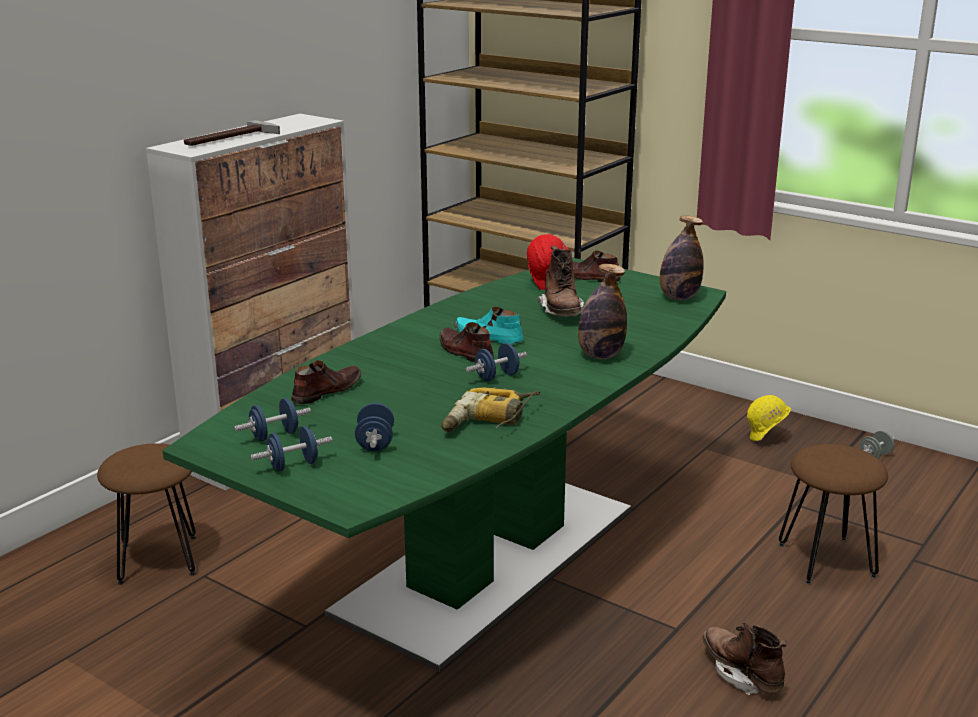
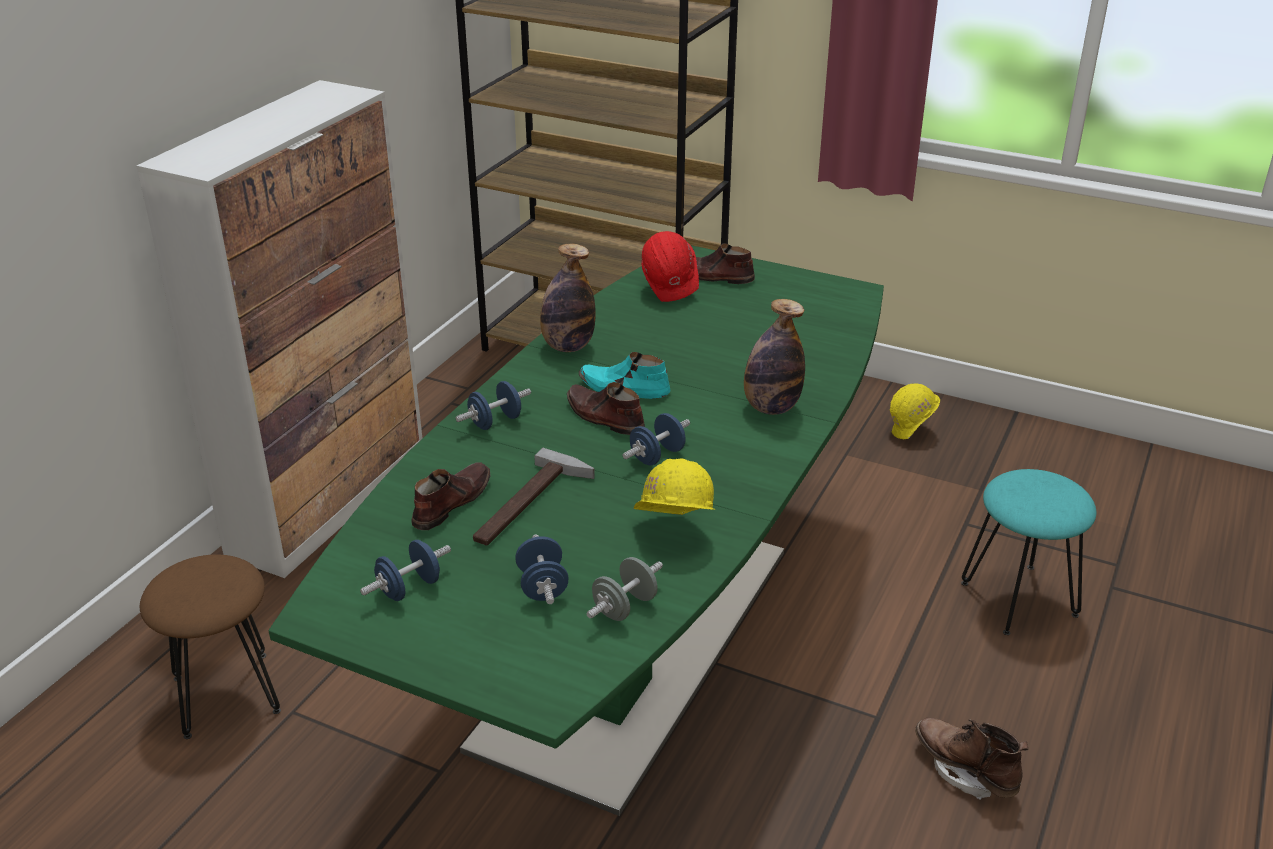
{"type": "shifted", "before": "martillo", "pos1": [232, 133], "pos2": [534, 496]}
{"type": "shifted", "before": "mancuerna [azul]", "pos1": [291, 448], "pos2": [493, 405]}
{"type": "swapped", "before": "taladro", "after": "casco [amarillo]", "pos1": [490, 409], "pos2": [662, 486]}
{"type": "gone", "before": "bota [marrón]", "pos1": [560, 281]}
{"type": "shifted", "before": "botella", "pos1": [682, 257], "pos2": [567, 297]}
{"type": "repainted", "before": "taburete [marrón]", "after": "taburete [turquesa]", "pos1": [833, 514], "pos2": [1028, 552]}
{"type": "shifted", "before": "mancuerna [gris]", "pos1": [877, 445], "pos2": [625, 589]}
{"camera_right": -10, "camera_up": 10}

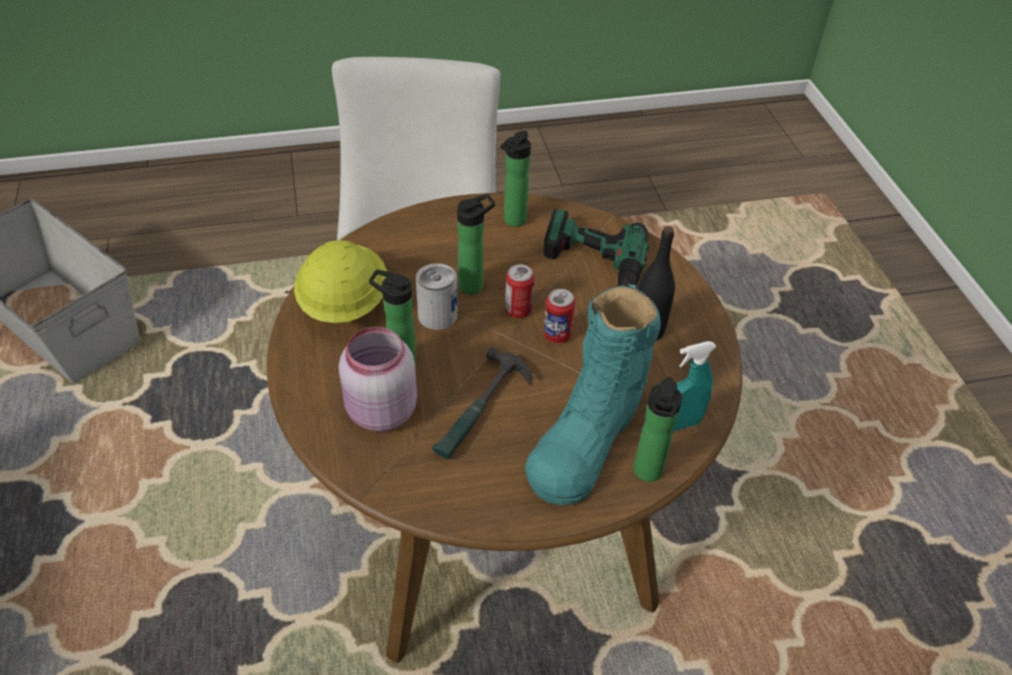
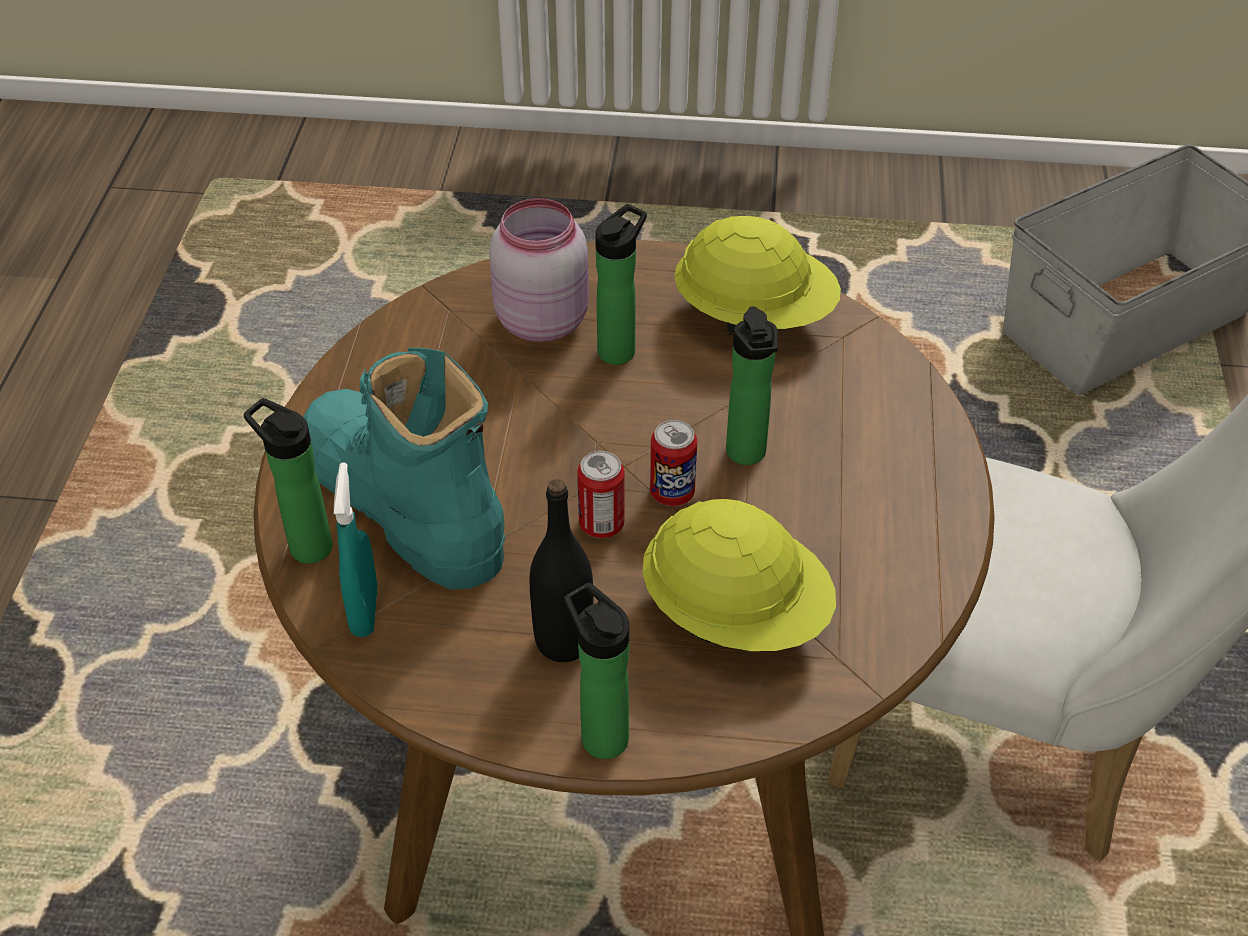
{"type": "gone", "before": "lata", "pos1": [437, 296]}
{"type": "gone", "before": "martillo", "pos1": [482, 403]}
{"type": "shifted", "before": "botella", "pos1": [515, 179], "pos2": [596, 671]}
{"type": "swapped", "before": "taladro", "after": "casco [amarillo]", "pos1": [596, 248], "pos2": [739, 575]}
{"camera_right": 110, "camera_up": 0}

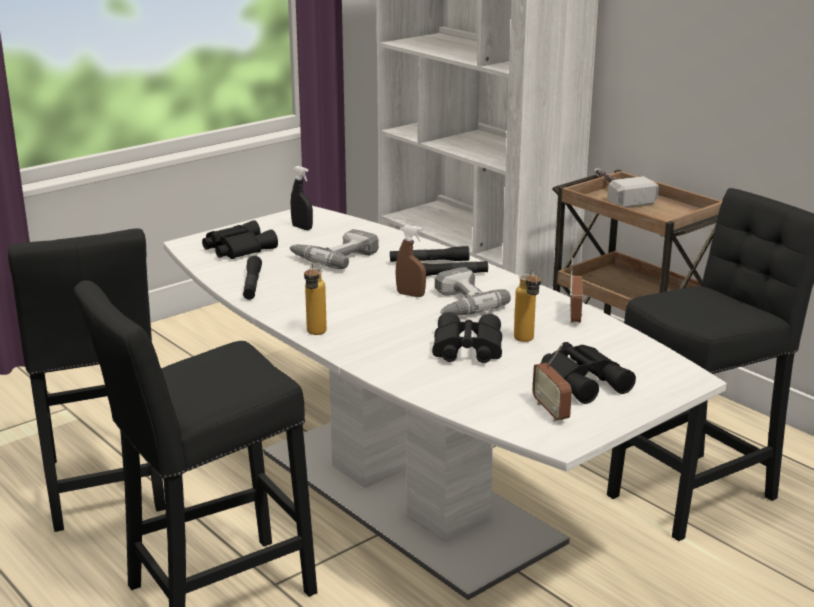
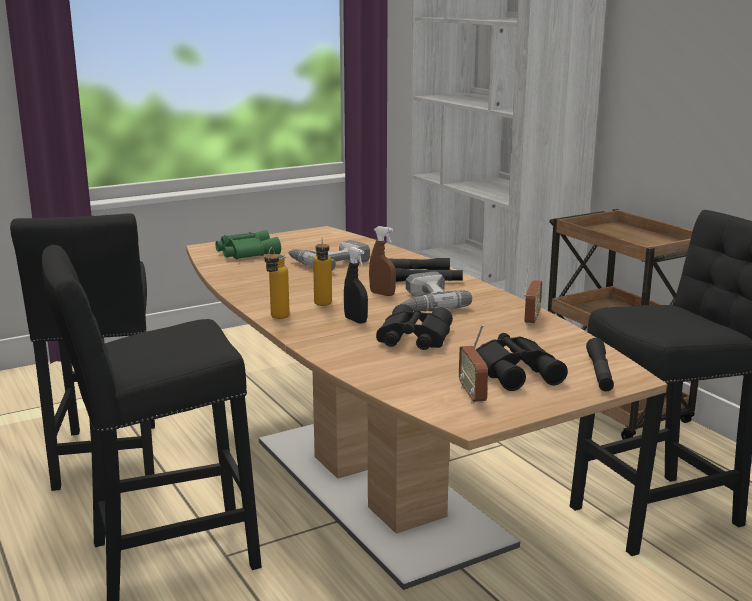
{"type": "repainted", "before": "mesa de comedor [blanco]", "after": "mesa de comedor [marrón]", "pos1": [444, 403], "pos2": [426, 408]}
{"type": "repainted", "before": "prismáticos [negro]", "after": "prismáticos [verde]", "pos1": [240, 239], "pos2": [248, 244]}
{"type": "shifted", "before": "linterna [negro]", "pos1": [252, 278], "pos2": [600, 364]}
{"type": "shifted", "before": "pulverizador [negro]", "pos1": [302, 198], "pos2": [356, 285]}
{"type": "shifted", "before": "botella", "pos1": [527, 305], "pos2": [322, 271]}
{"type": "gone", "before": "martillo", "pos1": [626, 188]}
{"camera_right": 10, "camera_up": -5}

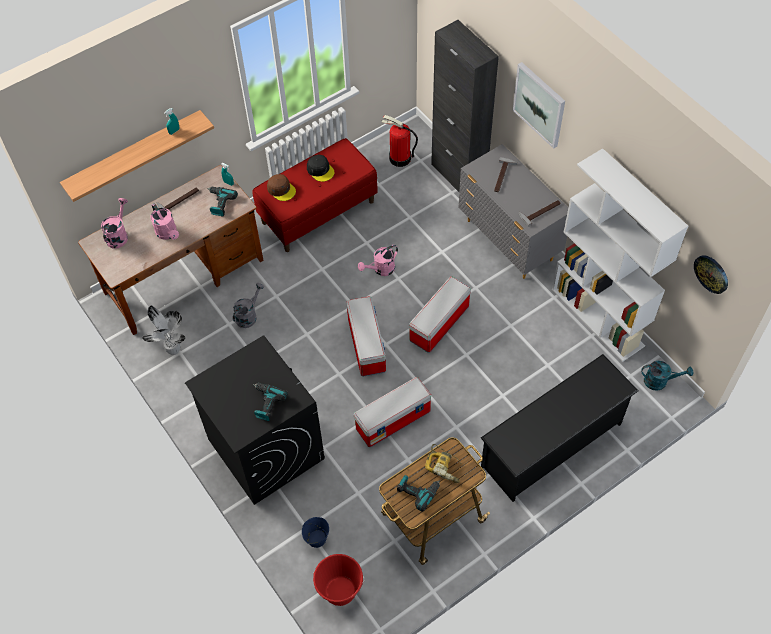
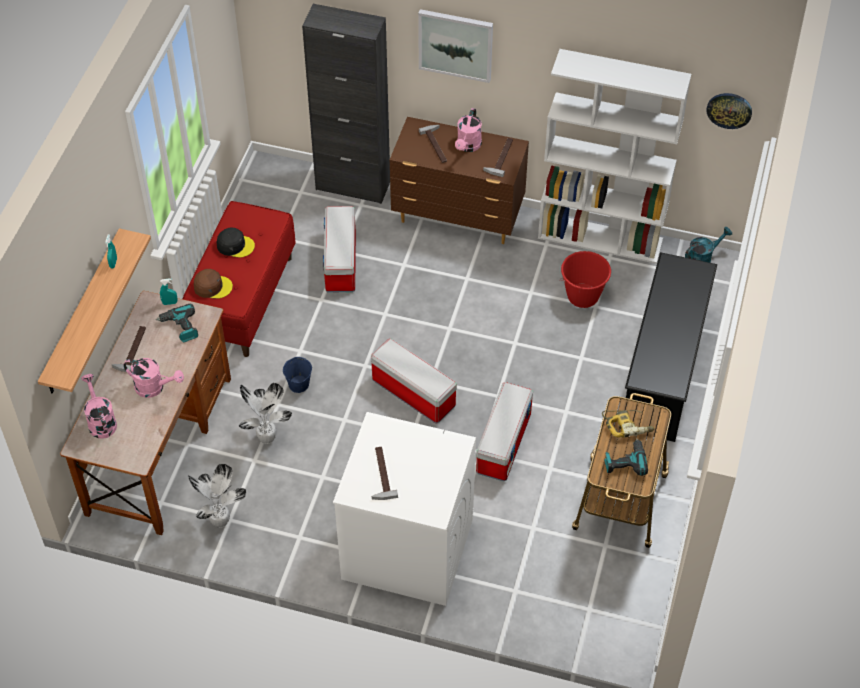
{"type": "repainted", "before": "lavadora [negro]", "after": "lavadora [blanco]", "pos1": [255, 420], "pos2": [404, 509]}
{"type": "swapped", "before": "regadera [gris]", "after": "planta en maceta", "pos1": [248, 305], "pos2": [265, 413]}
{"type": "gone", "before": "taladro", "pos1": [270, 402]}
{"type": "shifted", "before": "cubo [azul]", "pos1": [315, 532], "pos2": [297, 375]}
{"type": "shifted", "before": "cubo [rojo]", "pos1": [339, 580], "pos2": [585, 279]}
{"type": "shifted", "before": "regadera [rosa]", "pos1": [378, 260], "pos2": [468, 130]}
{"type": "gone", "before": "extintor", "pos1": [399, 141]}
{"type": "shifted", "before": "caja de almacenaje", "pos1": [440, 315], "pos2": [339, 249]}
{"type": "repainted", "before": "cómoda [gris]", "after": "cómoda [marrón]", "pos1": [513, 211], "pos2": [459, 180]}
{"type": "new", "after": "martillo", "pos2": [385, 473]}
{"camera_right": -40, "camera_up": -5}

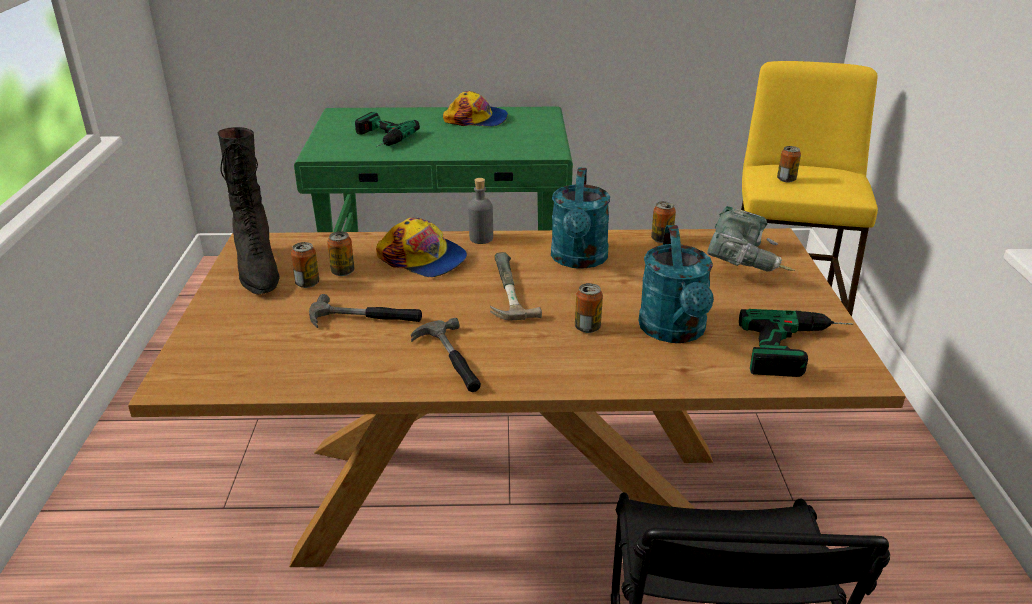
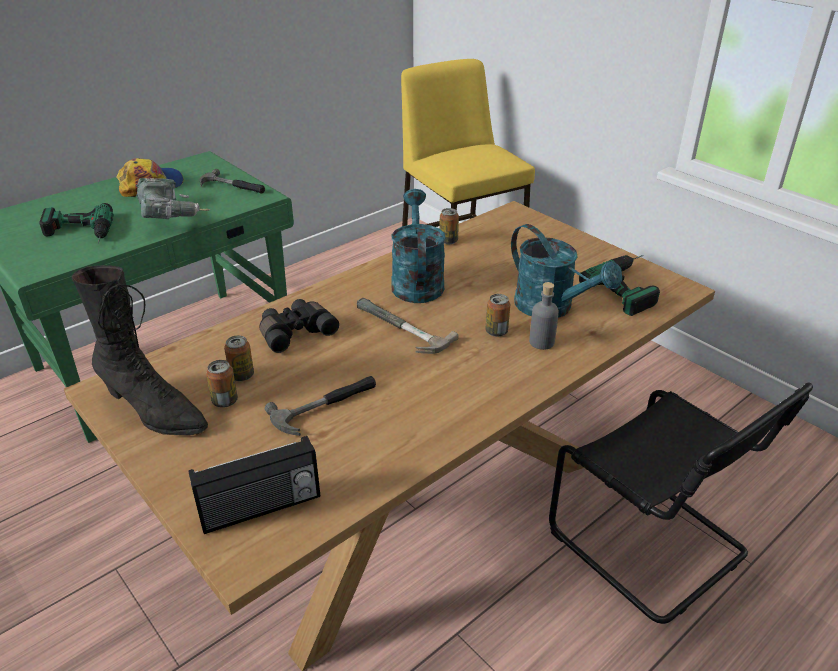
{"type": "swapped", "before": "gorra", "after": "prismáticos [negro]", "pos1": [421, 247], "pos2": [299, 326]}
{"type": "shifted", "before": "martillo", "pos1": [446, 355], "pos2": [232, 181]}
{"type": "shifted", "before": "botella [gris]", "pos1": [480, 211], "pos2": [544, 316]}
{"type": "rotated", "before": "regadera [turquesa]", "pos1": [580, 218], "pos2": [418, 246], "turn": -150}
{"type": "shifted", "before": "taladro", "pos1": [751, 238], "pos2": [173, 198]}
{"type": "gone", "before": "lata", "pos1": [789, 164]}
{"type": "new", "after": "radio", "pos2": [254, 485]}
{"camera_right": -40, "camera_up": 5}

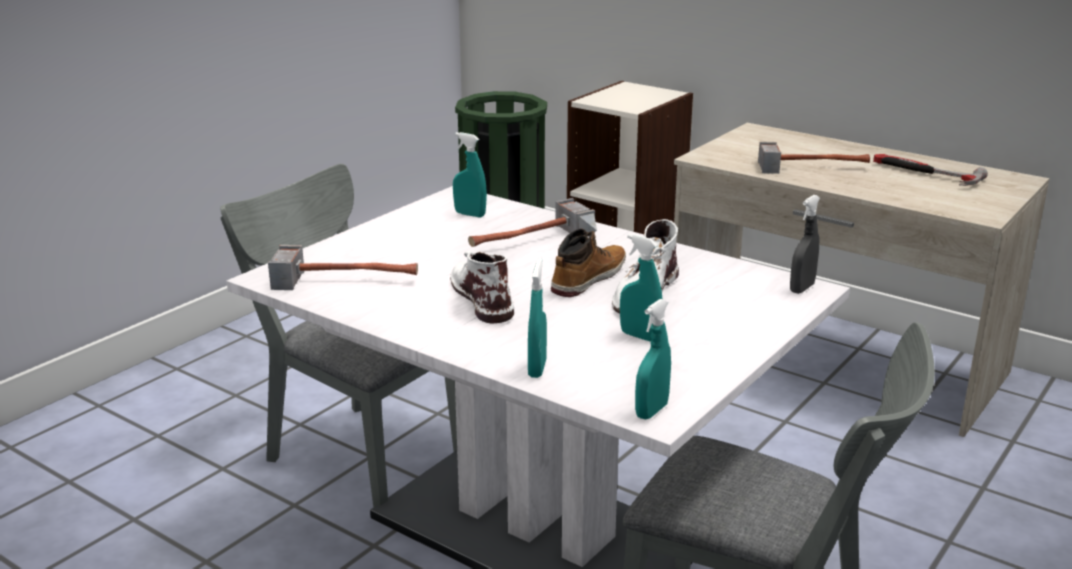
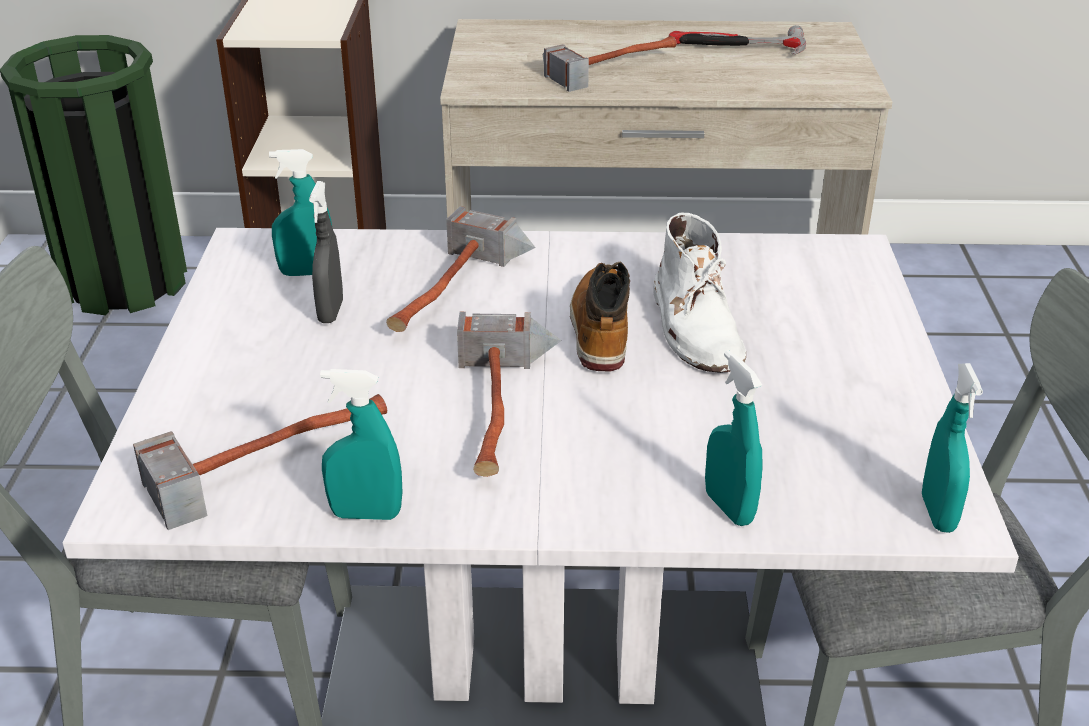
{"type": "swapped", "before": "bota [blanco]", "after": "martillo", "pos1": [482, 287], "pos2": [509, 394]}
{"type": "shifted", "before": "pulverizador [turquesa]", "pos1": [641, 288], "pos2": [361, 444]}
{"type": "shifted", "before": "pulverizador [gris]", "pos1": [805, 244], "pos2": [326, 252]}
{"camera_right": -35, "camera_up": 10}

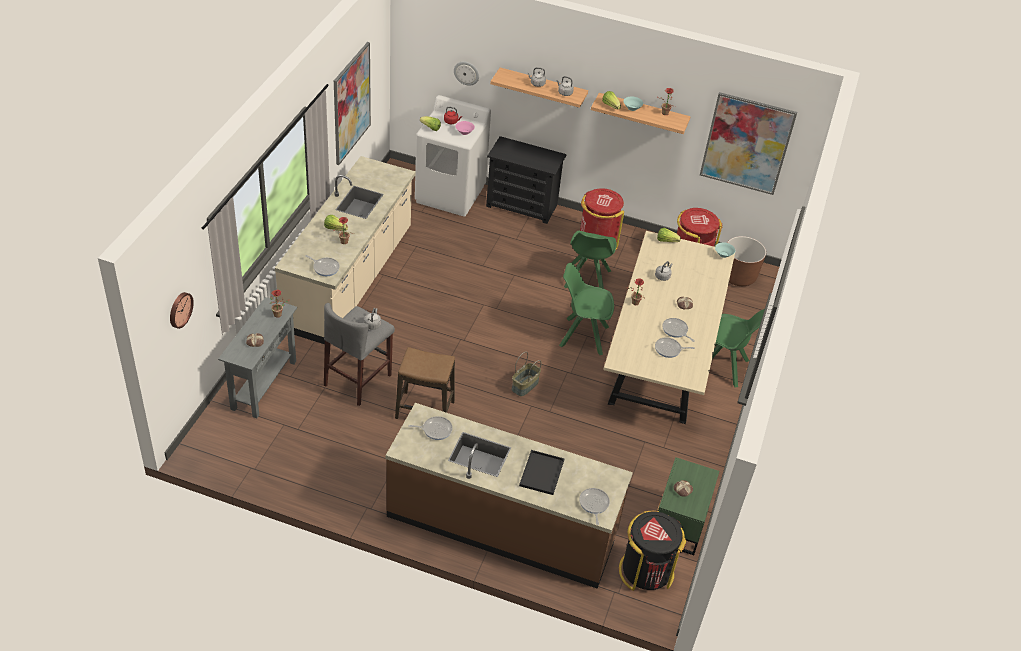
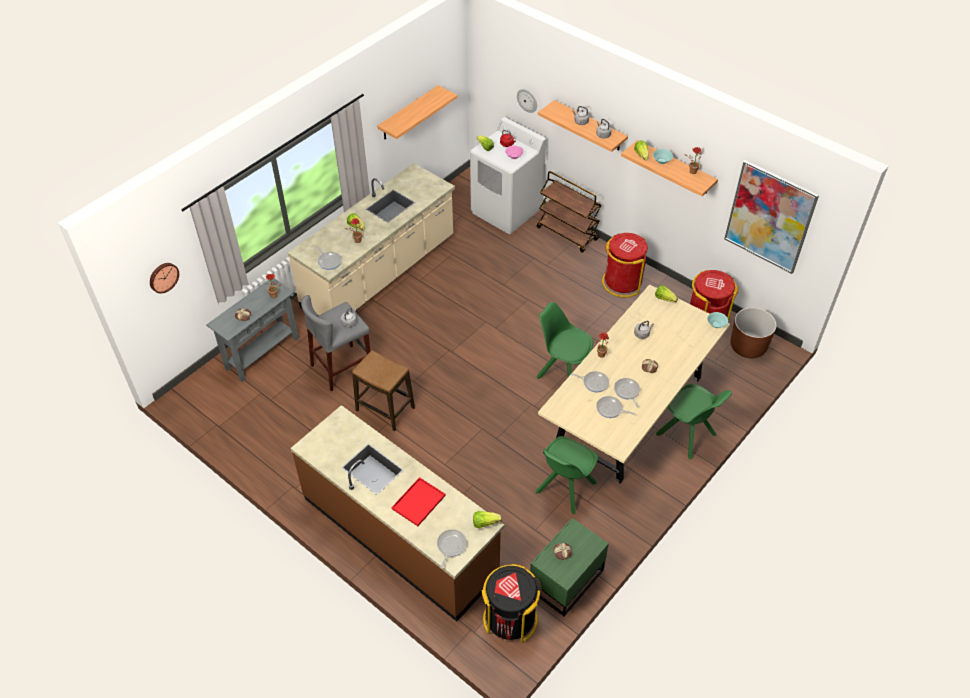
{"type": "swapped", "before": "cuadro", "after": "estante", "pos1": [352, 103], "pos2": [417, 112]}
{"type": "shifted", "before": "sartén", "pos1": [430, 428], "pos2": [590, 381]}
{"type": "swapped", "before": "cómoda [negro]", "after": "carrito [marrón]", "pos1": [526, 180], "pos2": [569, 212]}
{"type": "gone", "before": "cesta", "pos1": [526, 374]}
{"type": "repainted", "before": "bandeja [negro]", "after": "bandeja [rojo]", "pos1": [542, 472], "pos2": [418, 501]}
{"type": "shifted", "before": "silla [verde]", "pos1": [590, 260], "pos2": [567, 475]}
{"type": "new", "after": "lechuga", "pos2": [487, 519]}
{"camera_right": 25, "camera_up": 5}

